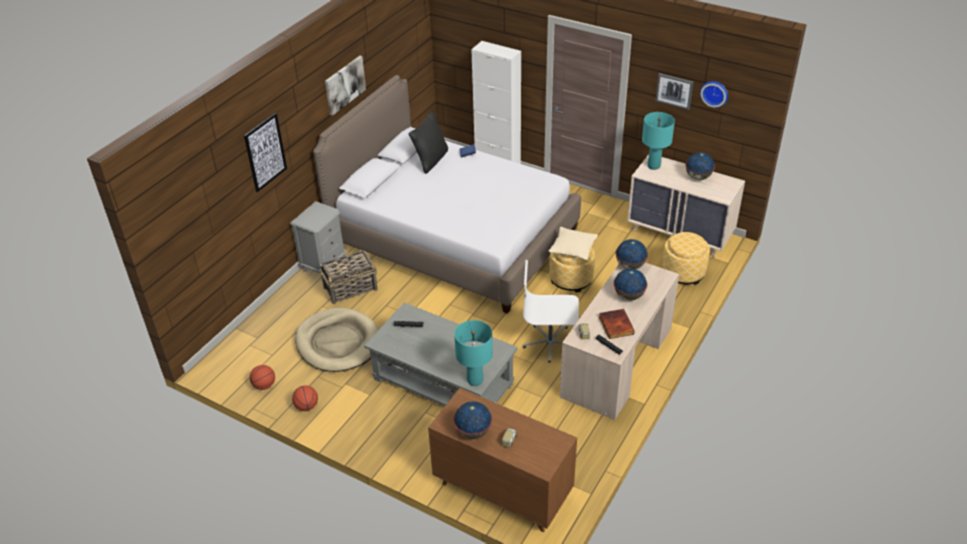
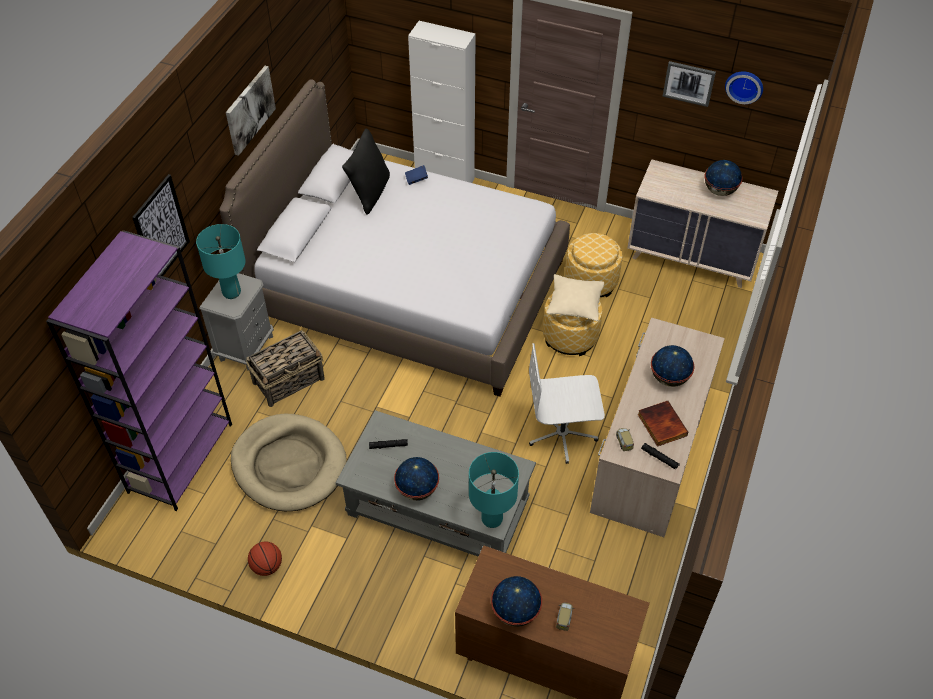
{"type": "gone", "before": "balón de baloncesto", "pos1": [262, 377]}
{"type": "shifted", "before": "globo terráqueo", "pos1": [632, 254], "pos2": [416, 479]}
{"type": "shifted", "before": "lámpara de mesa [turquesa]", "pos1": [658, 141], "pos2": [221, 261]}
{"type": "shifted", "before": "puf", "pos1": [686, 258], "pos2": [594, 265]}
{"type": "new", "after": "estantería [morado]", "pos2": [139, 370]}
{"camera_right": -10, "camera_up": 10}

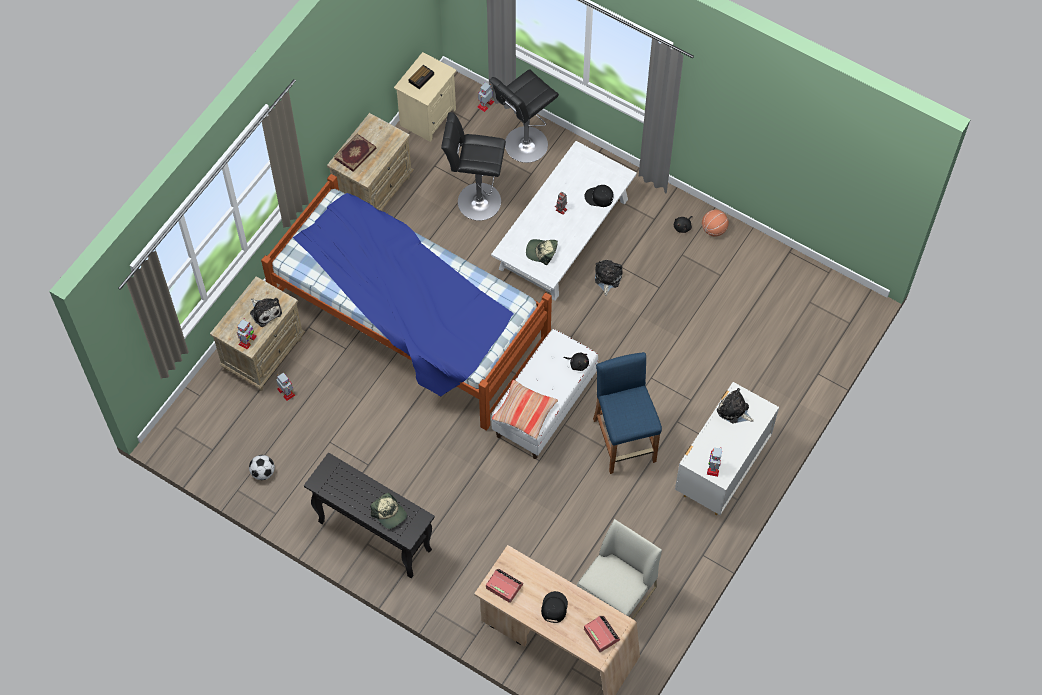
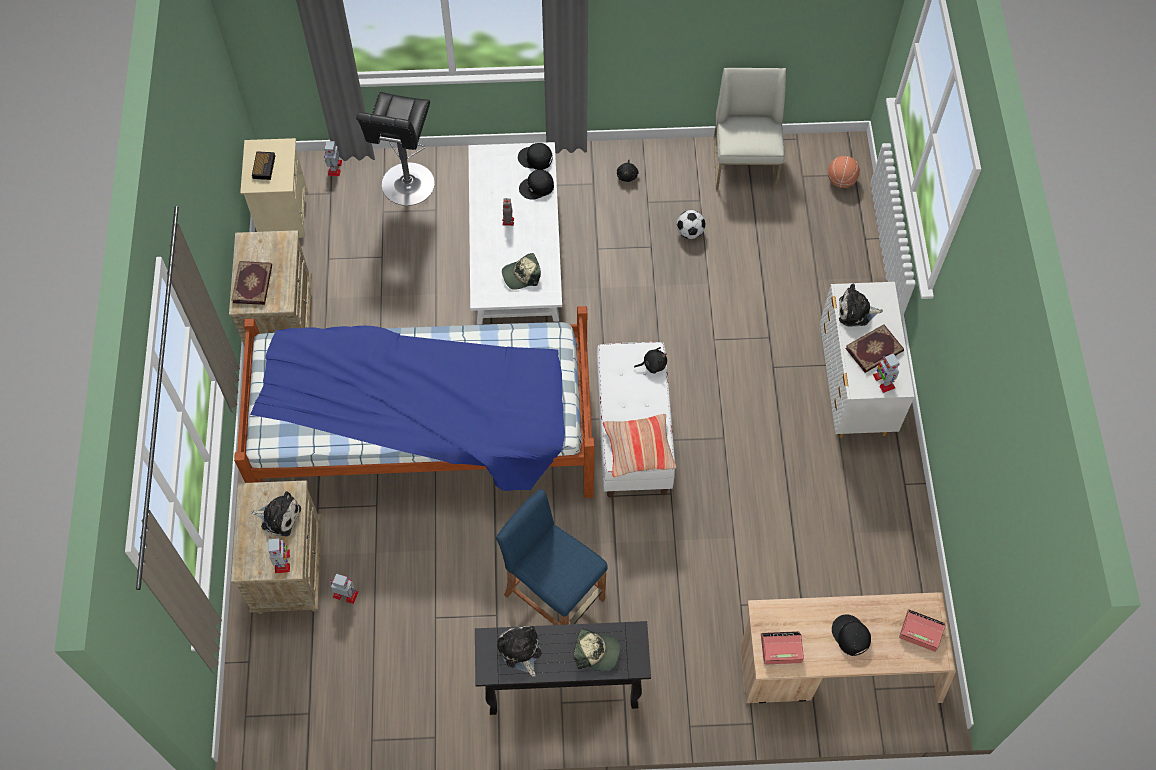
{"type": "shifted", "before": "balón de fútbol", "pos1": [262, 467], "pos2": [691, 224]}
{"type": "gone", "before": "taburete [negro]", "pos1": [473, 166]}
{"type": "shifted", "before": "silla [blanco]", "pos1": [619, 569], "pos2": [750, 129]}
{"type": "shifted", "before": "taburete [azul]", "pos1": [627, 413], "pos2": [552, 557]}
{"type": "shifted", "before": "peluche", "pos1": [608, 278], "pos2": [519, 651]}
{"type": "shifted", "before": "balón de baloncesto", "pos1": [715, 223], "pos2": [844, 172]}
{"type": "new", "after": "gorra [negro]", "pos2": [535, 156]}
{"type": "new", "after": "libro", "pos2": [874, 348]}
{"camera_right": -35, "camera_up": 0}

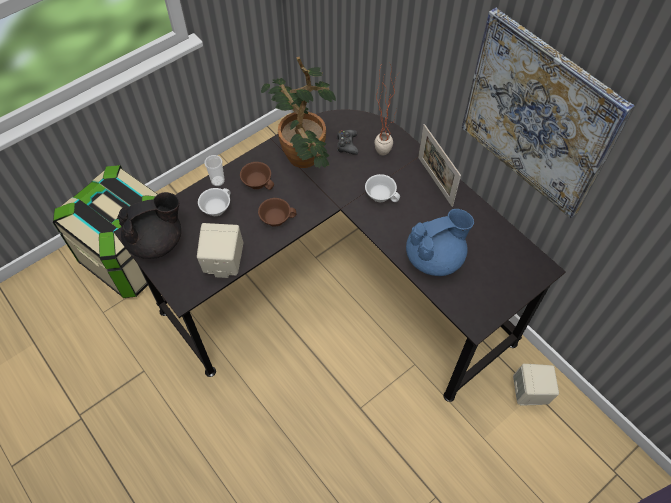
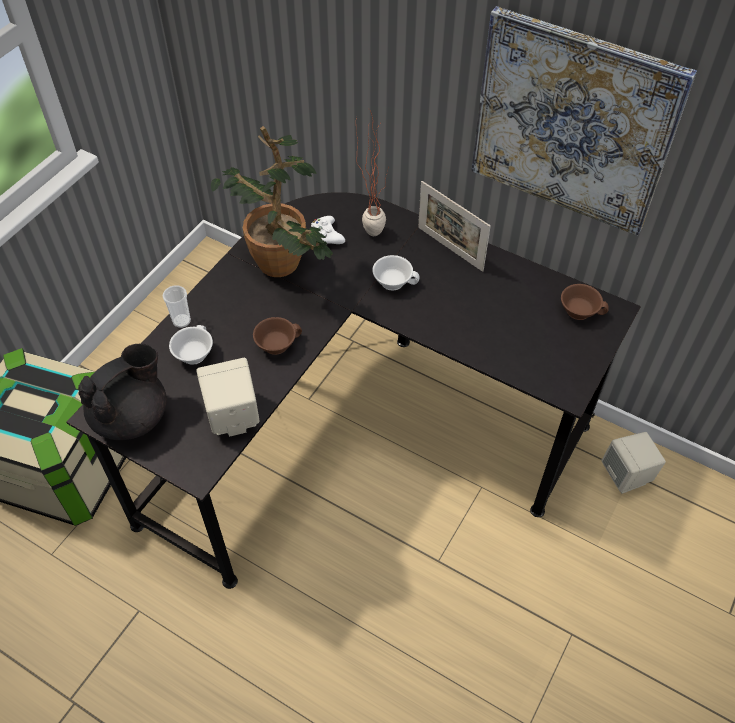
{"type": "shifted", "before": "taza [marrón]", "pos1": [257, 176], "pos2": [585, 302]}
{"type": "repainted", "before": "mando de consola [negro]", "after": "mando de consola [blanco]", "pos1": [347, 142], "pos2": [328, 230]}
{"type": "gone", "before": "tetera [azul]", "pos1": [440, 242]}
{"camera_right": -20, "camera_up": -5}

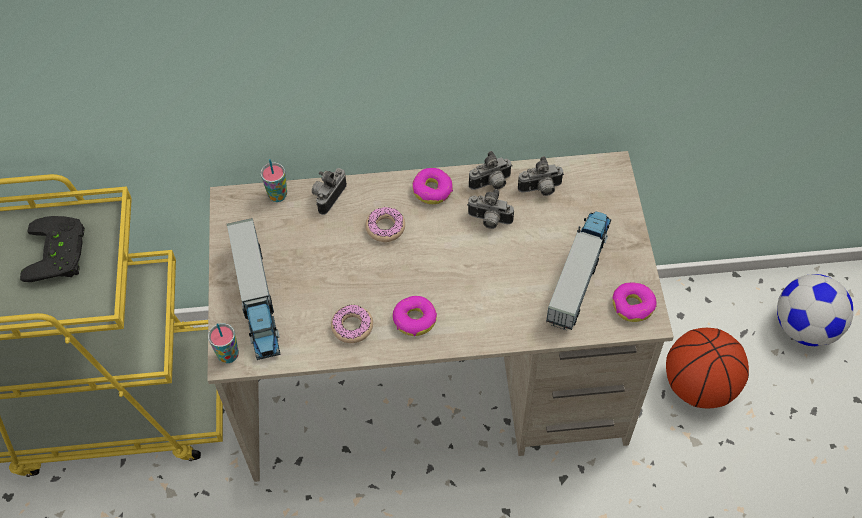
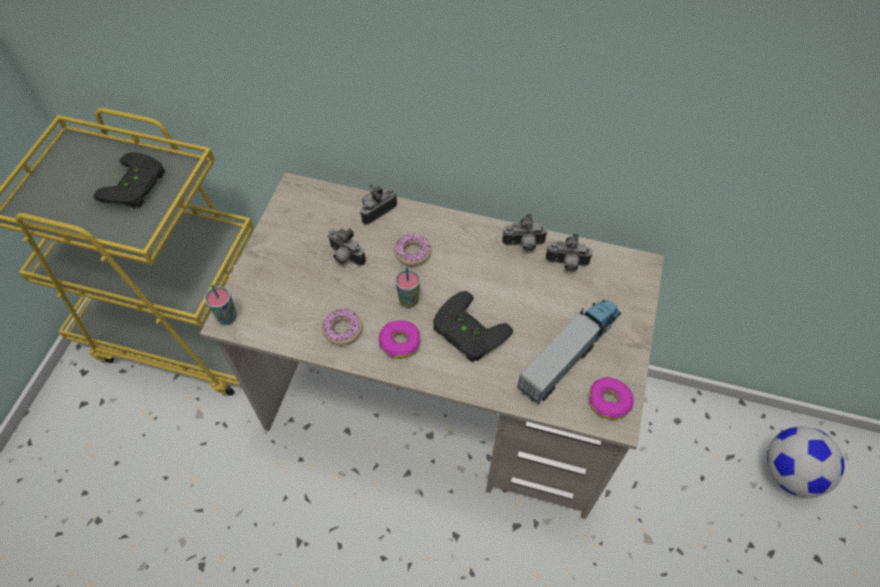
{"type": "gone", "before": "camión de juguete", "pos1": [254, 289]}
{"type": "shifted", "before": "taza", "pos1": [274, 180], "pos2": [407, 287]}
{"type": "gone", "before": "rosquilla", "pos1": [432, 186]}
{"type": "shifted", "before": "cámara", "pos1": [490, 209], "pos2": [347, 247]}
{"type": "gone", "before": "balón de baloncesto", "pos1": [707, 368]}
{"type": "new", "after": "mando de consola [negro]", "pos2": [473, 326]}
{"camera_right": 20, "camera_up": 0}

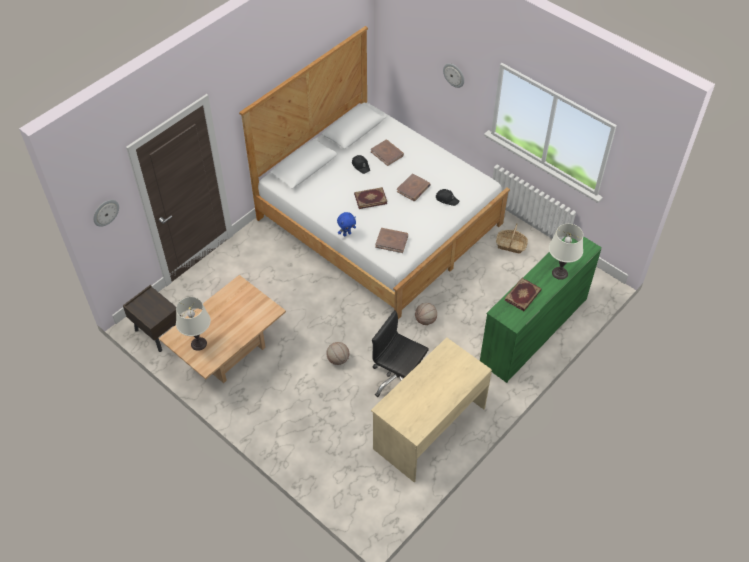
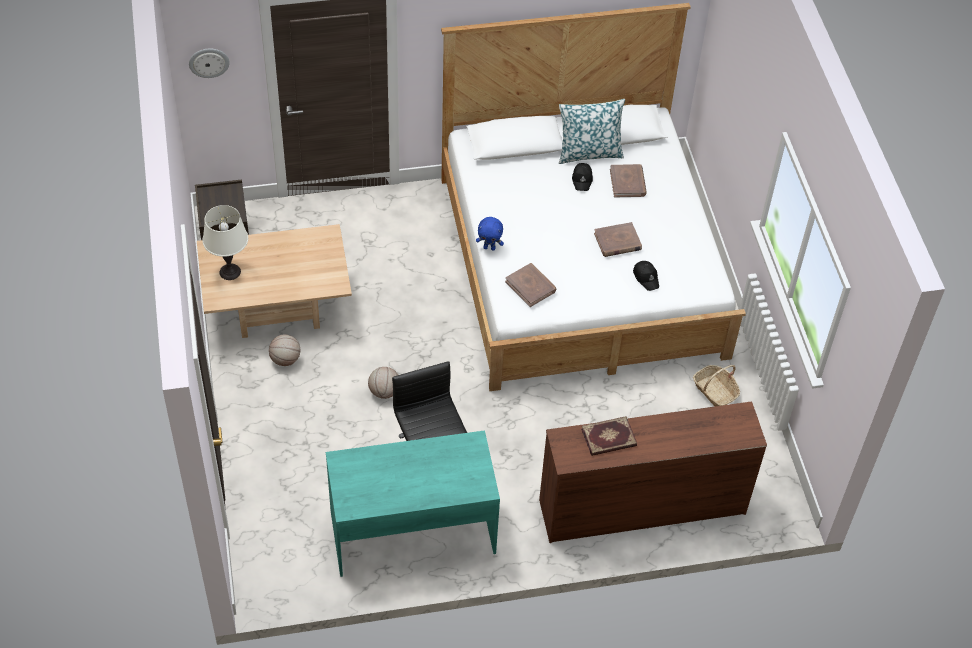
{"type": "gone", "before": "libro", "pos1": [370, 198]}
{"type": "repainted", "before": "escritorio [beis]", "after": "escritorio [turquesa]", "pos1": [431, 409], "pos2": [413, 503]}
{"type": "shifted", "before": "balón de baloncesto", "pos1": [426, 314], "pos2": [284, 350]}
{"type": "gone", "before": "reloj de pared", "pos1": [453, 75]}
{"type": "repainted", "before": "cómoda [verde]", "after": "cómoda [marrón]", "pos1": [541, 309], "pos2": [653, 472]}
{"type": "gone", "before": "lámpara de mesa [blanco]", "pos1": [566, 252]}
{"type": "new", "after": "cojín", "pos2": [592, 131]}
{"camera_right": 35, "camera_up": 0}

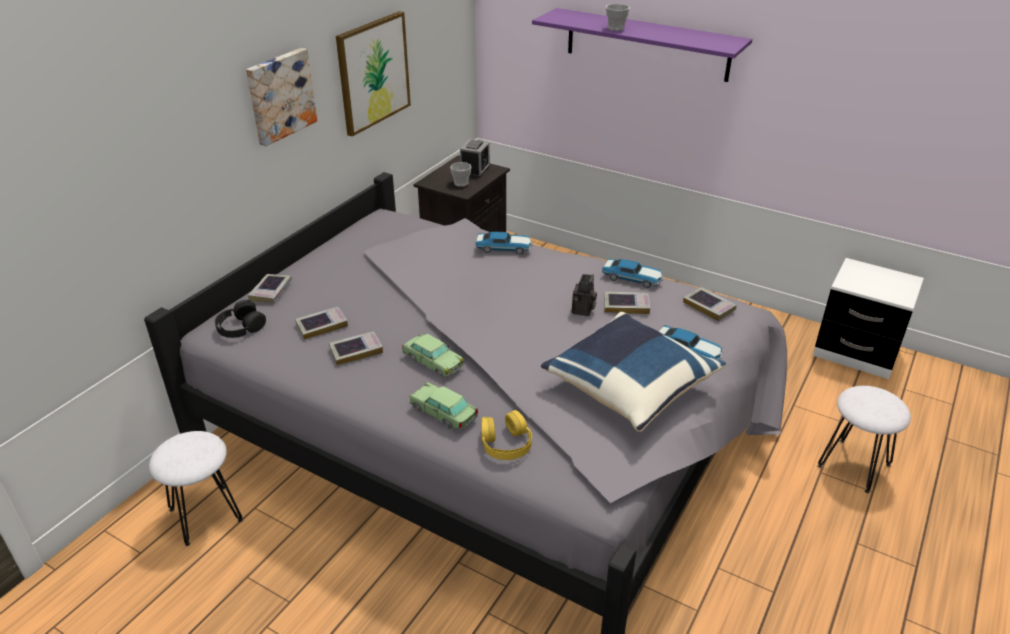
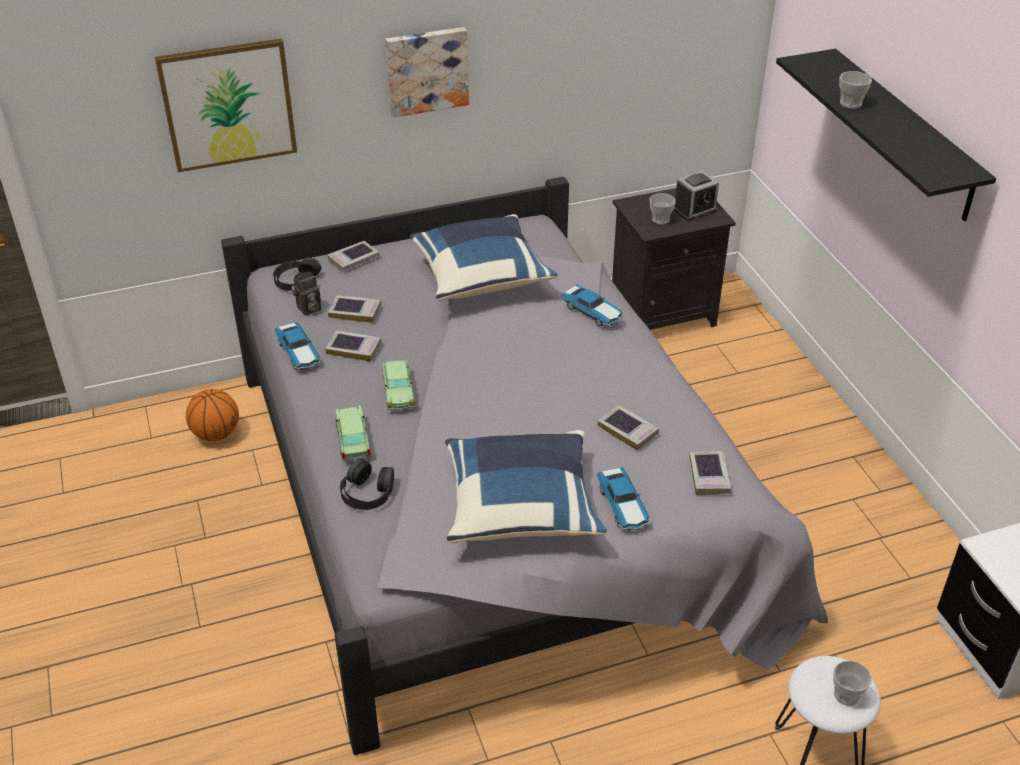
{"type": "swapped", "before": "taburete [blanco]", "after": "balón de baloncesto", "pos1": [196, 488], "pos2": [212, 415]}
{"type": "shifted", "before": "cuadro", "pos1": [373, 74], "pos2": [226, 105]}
{"type": "repainted", "before": "auriculares [amarillo]", "after": "auriculares [negro]", "pos1": [506, 435], "pos2": [367, 484]}
{"type": "repainted", "before": "estante [morado]", "after": "estante [negro]", "pos1": [642, 45], "pos2": [886, 135]}
{"type": "shifted", "before": "cámara", "pos1": [584, 295], "pos2": [306, 294]}
{"type": "shifted", "before": "coche de juguete", "pos1": [632, 273], "pos2": [298, 346]}
{"type": "new", "after": "cojín [azul]", "pos2": [483, 257]}
{"type": "new", "after": "taza", "pos2": [852, 683]}
{"camera_right": 40, "camera_up": 5}

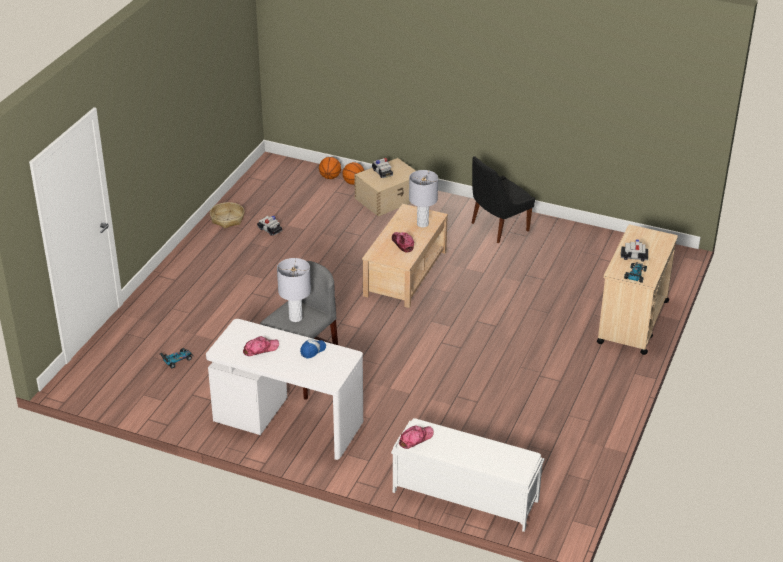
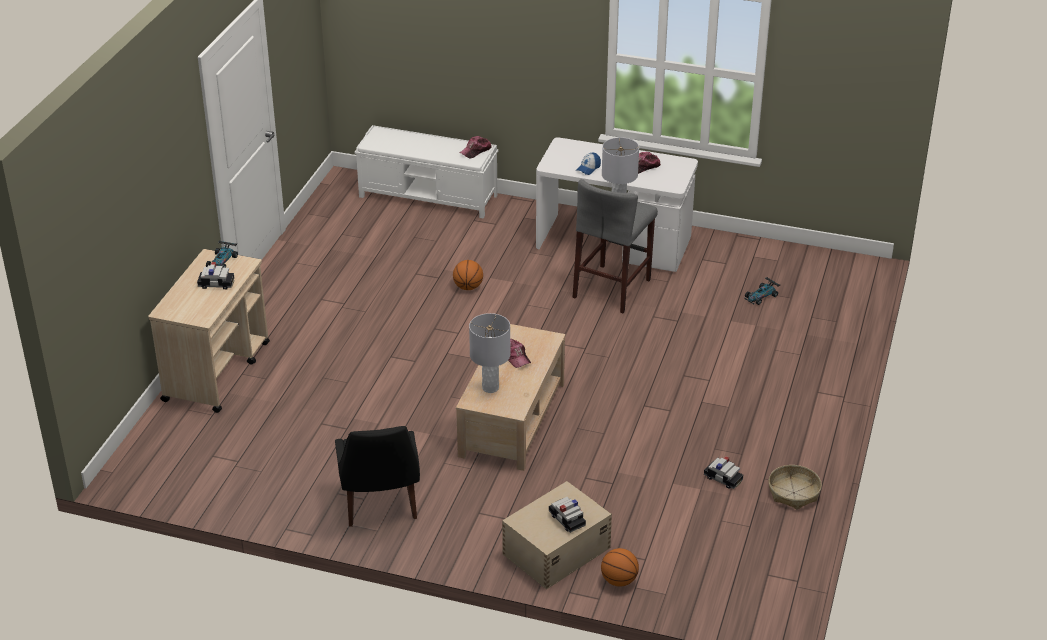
{"type": "shifted", "before": "balón de baloncesto", "pos1": [330, 168], "pos2": [468, 275]}
{"type": "rotated", "before": "silla [negro]", "pos1": [503, 199], "pos2": [377, 476], "turn": 120}
{"camera_right": 175, "camera_up": 0}

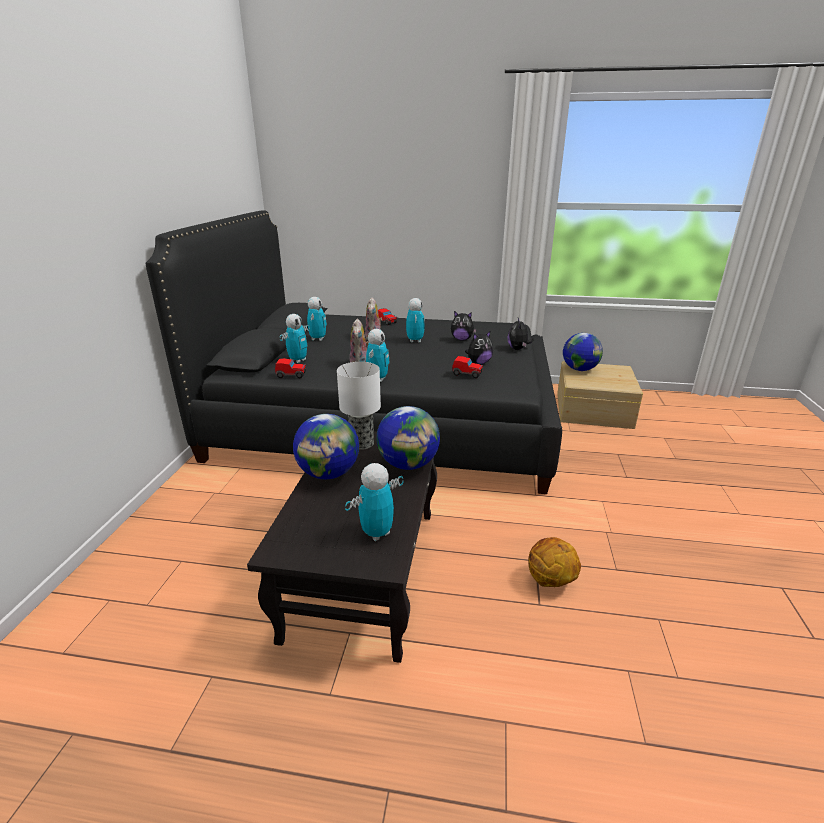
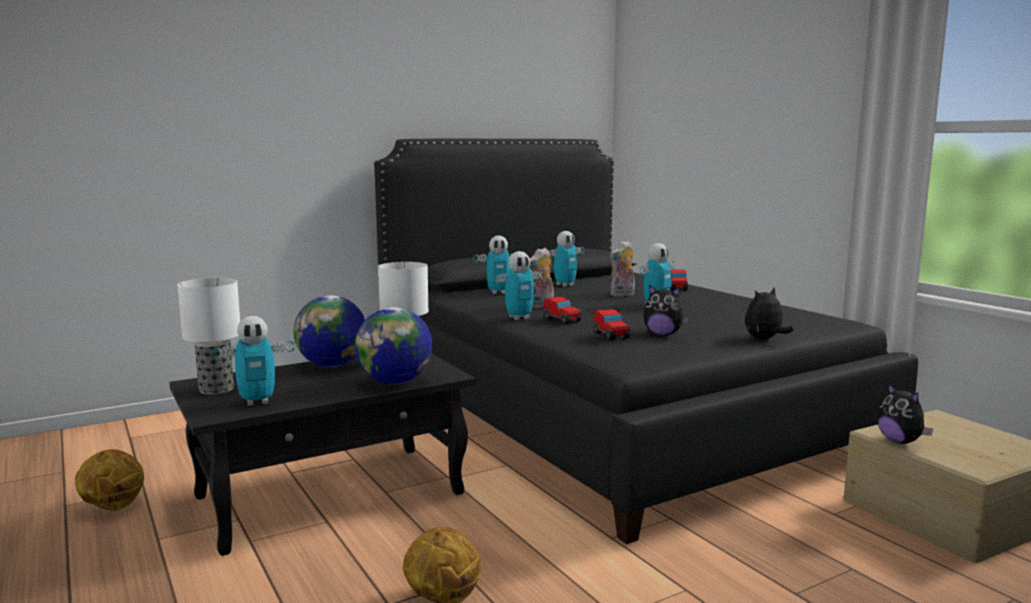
{"type": "shifted", "before": "coche de juguete", "pos1": [290, 368], "pos2": [562, 310]}
{"type": "rotated", "before": "robot de juguete", "pos1": [374, 502], "pos2": [253, 361], "turn": 150}
{"type": "shifted", "before": "peluche", "pos1": [464, 326], "pos2": [905, 413]}
{"type": "gone", "before": "globo terráqueo", "pos1": [583, 352]}
{"type": "new", "after": "balón de baloncesto", "pos2": [109, 480]}
{"type": "new", "after": "lámpara de mesa", "pos2": [208, 336]}
{"camera_right": 50, "camera_up": -15}

